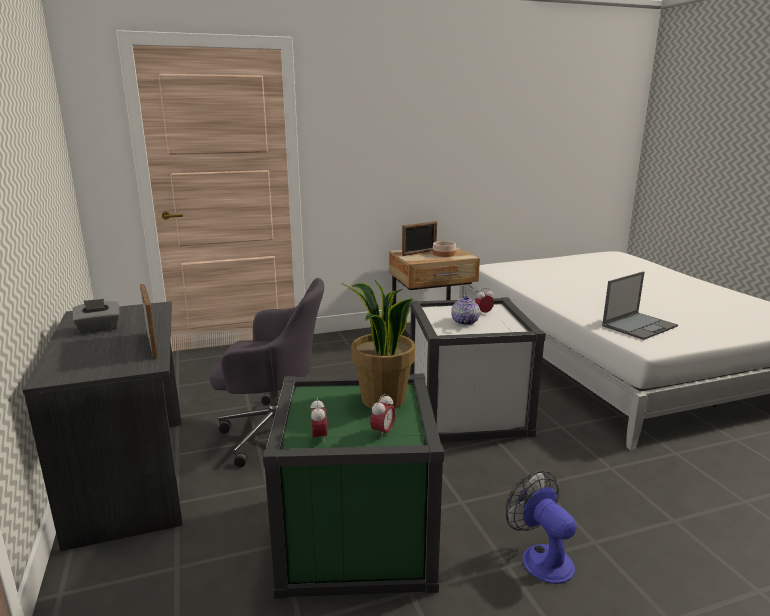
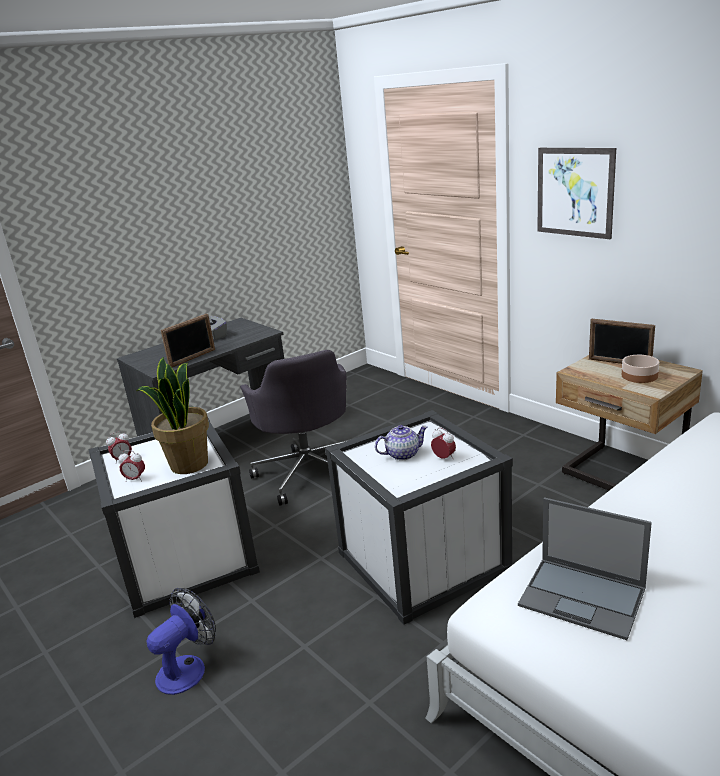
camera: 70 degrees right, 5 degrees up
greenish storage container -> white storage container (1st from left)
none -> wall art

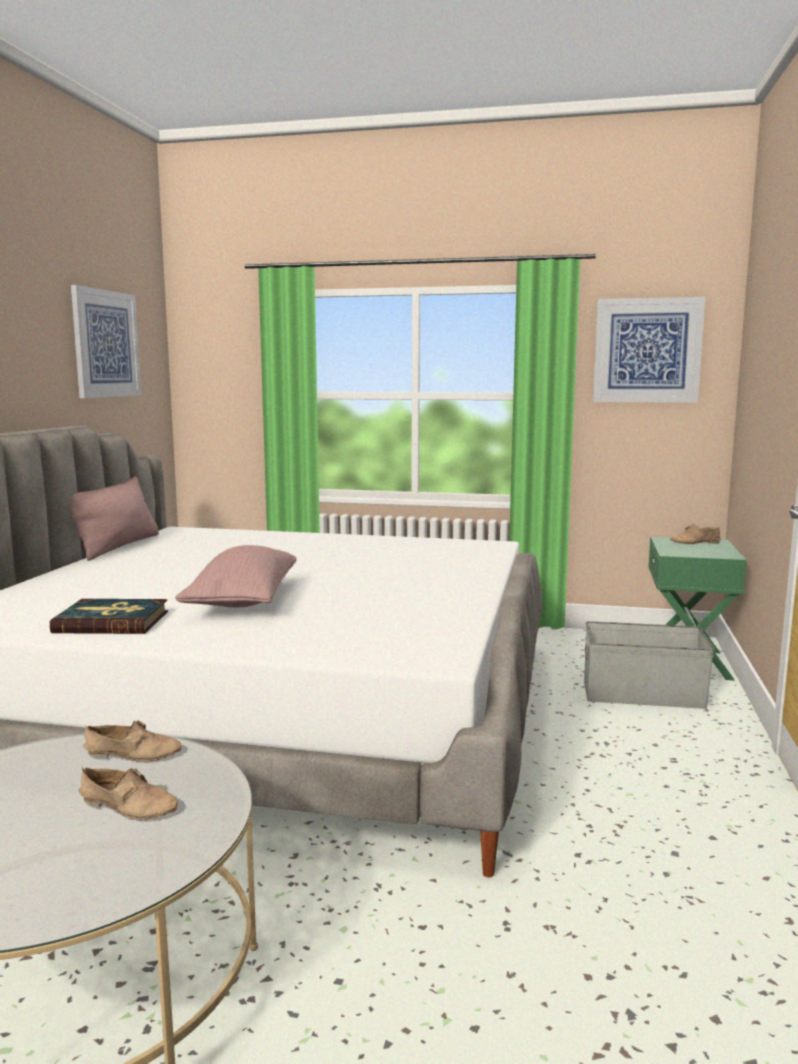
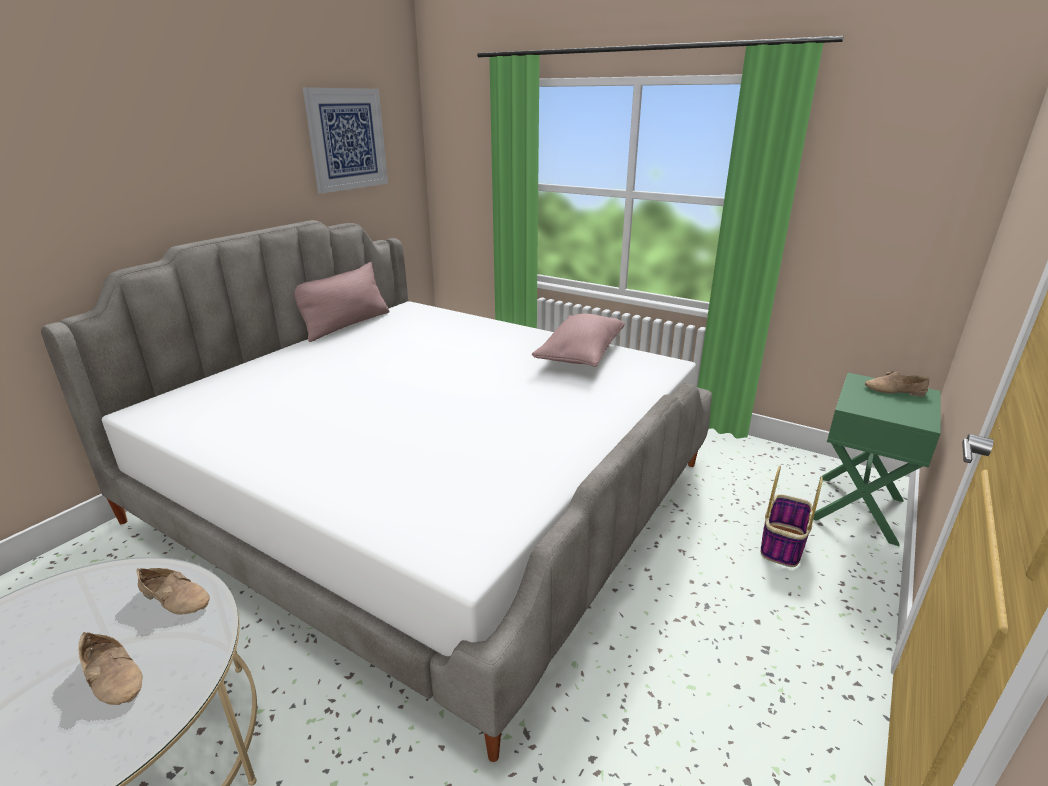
camera: 20 degrees right, 15 degrees up
pink throw pillow (2nd from left), moved
greyish storage container -> basket
book -> none
wall art (2nd from left) -> none

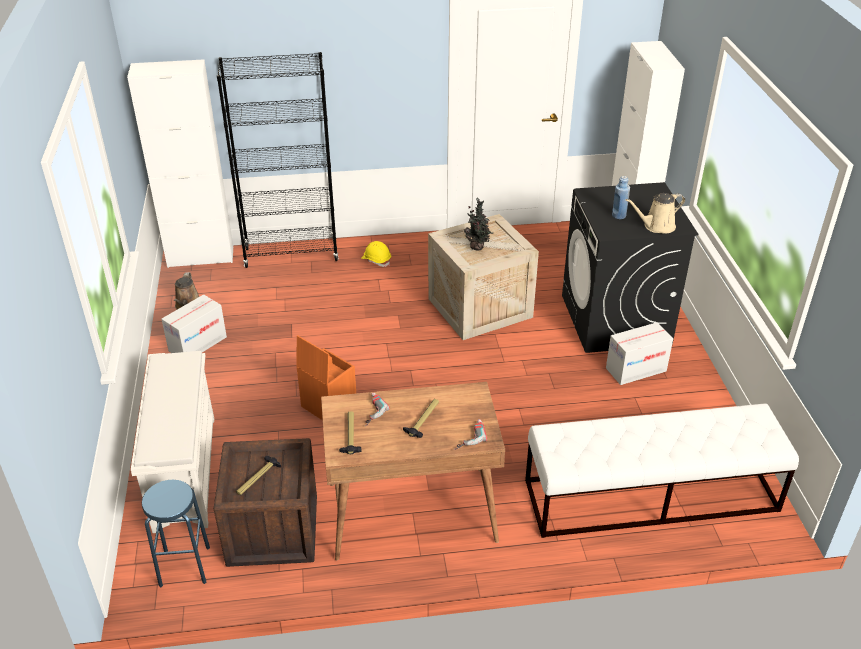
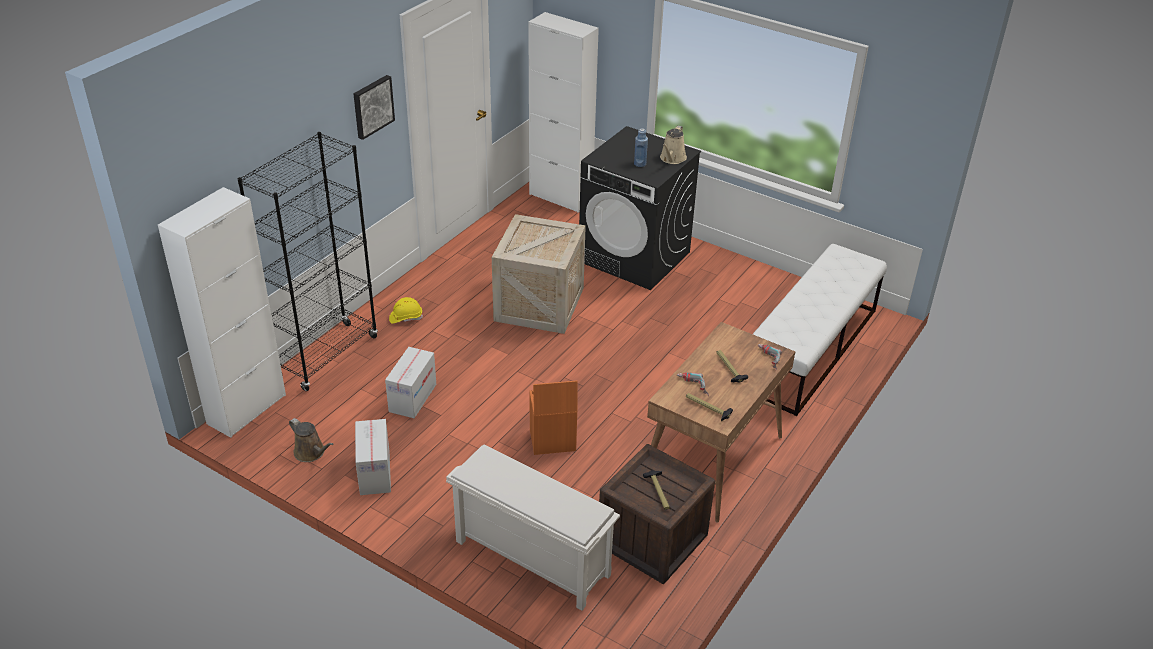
camera: 50 degrees left, 0 degrees up
none -> wall art
packing box (2nd from left), moved
blue-coloured stool -> none
plant in a pot -> none

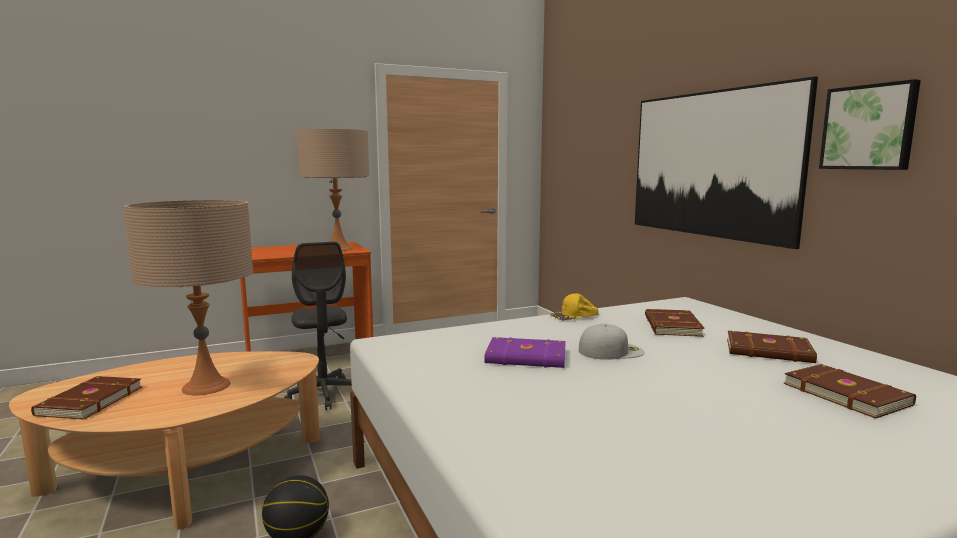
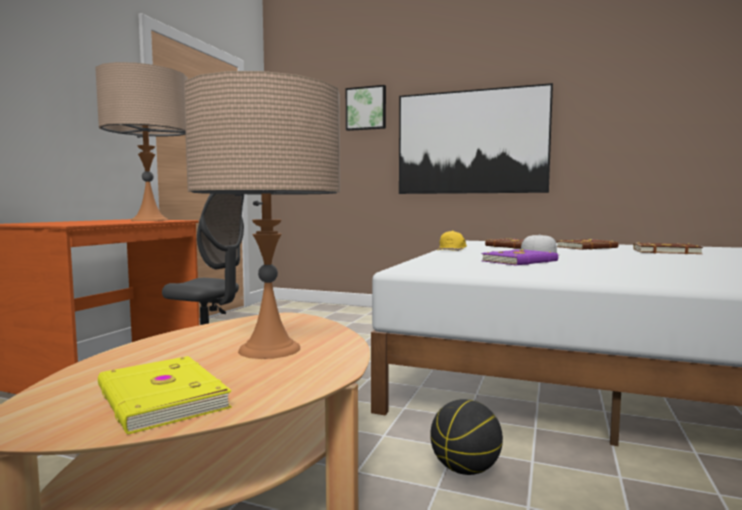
camera: 45 degrees left, 5 degrees down
brownish book (1st from left) -> yellowish book
wall art (2nd from left in the first image) -> wall art (1st from left), moved

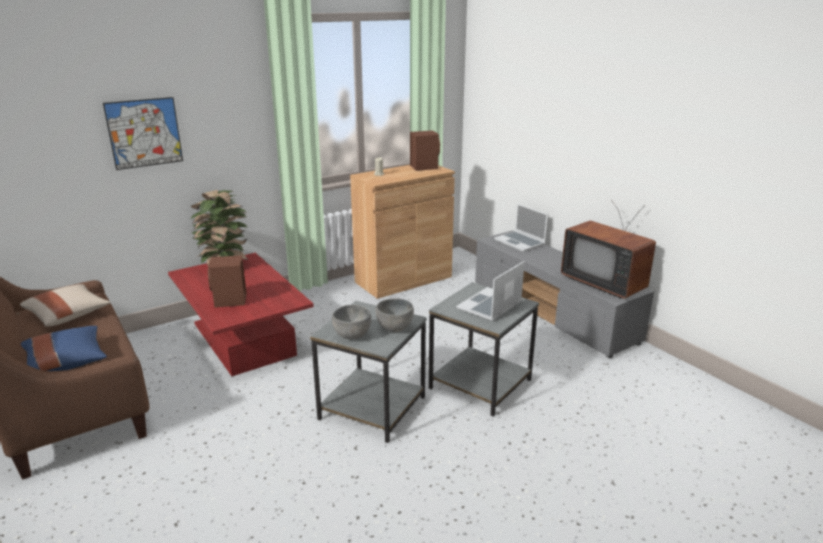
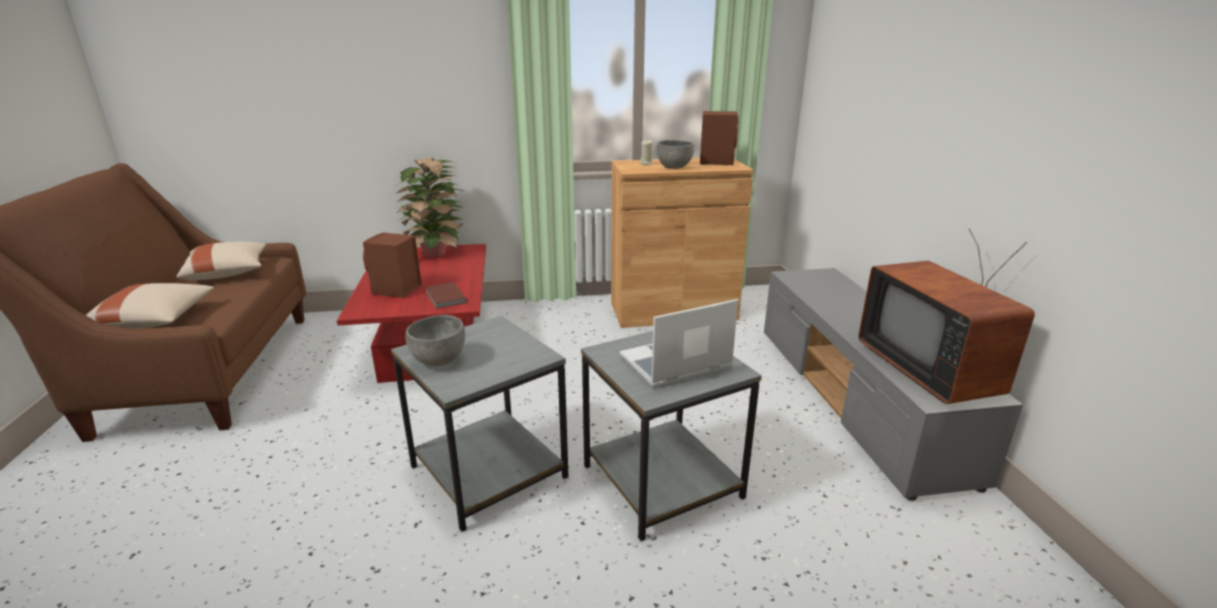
camera: 25 degrees right, 0 degrees up
blue-coloured throw pillow -> beige throw pillow (1st from left)
none -> brownish book
greyish deep dish (2nd from left), moved
wall art -> none
portable computer (2nd from left) -> none

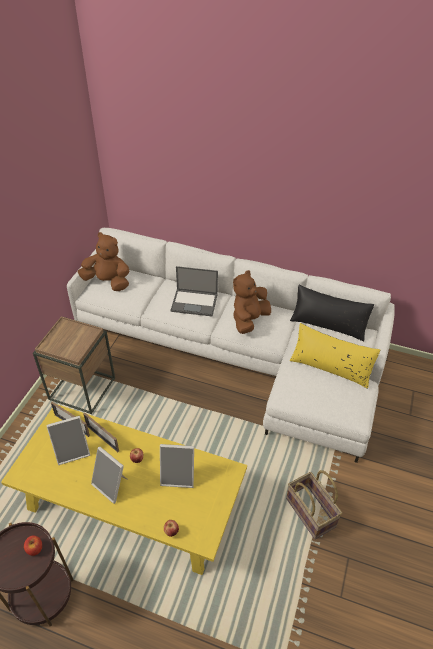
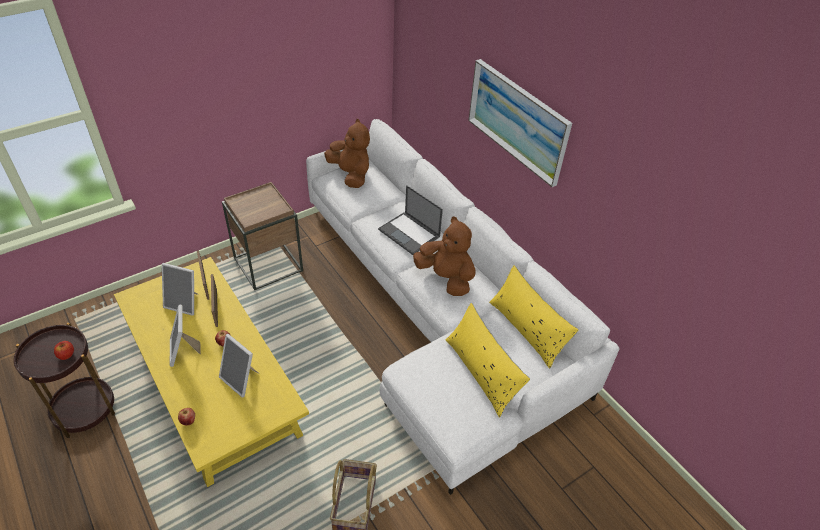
camera: 35 degrees right, 0 degrees up
brownish cuddly toy (2nd from left), 60 degrees clockwise
none -> wall art
black throw pillow -> yellowish throw pillow (2nd from left)

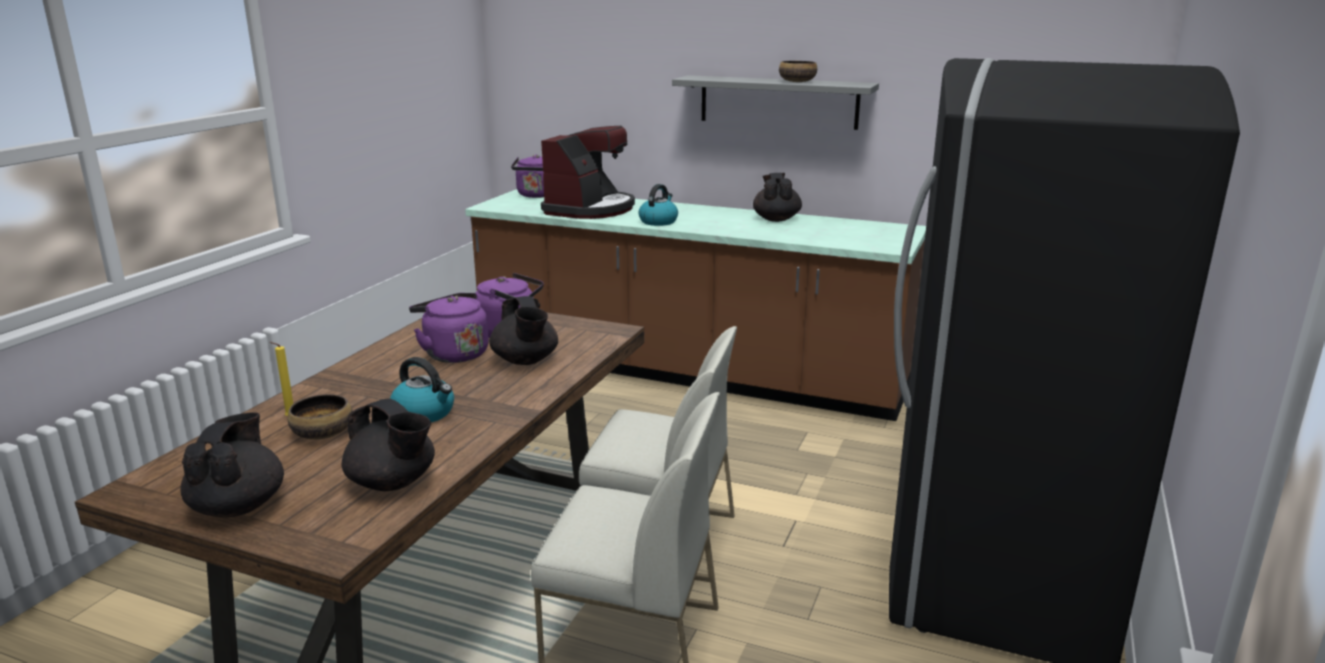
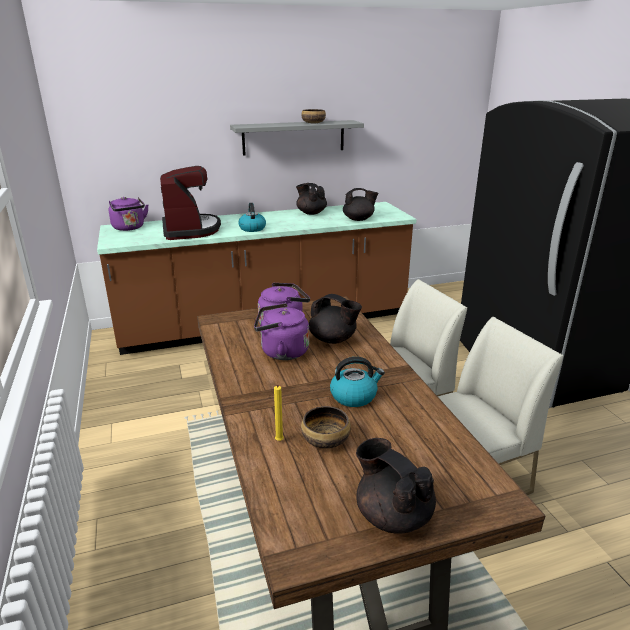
camera: 40 degrees left, 5 degrees up
black pot for tea (2nd from left in the first image) -> black pot for tea (3rd from left), moved

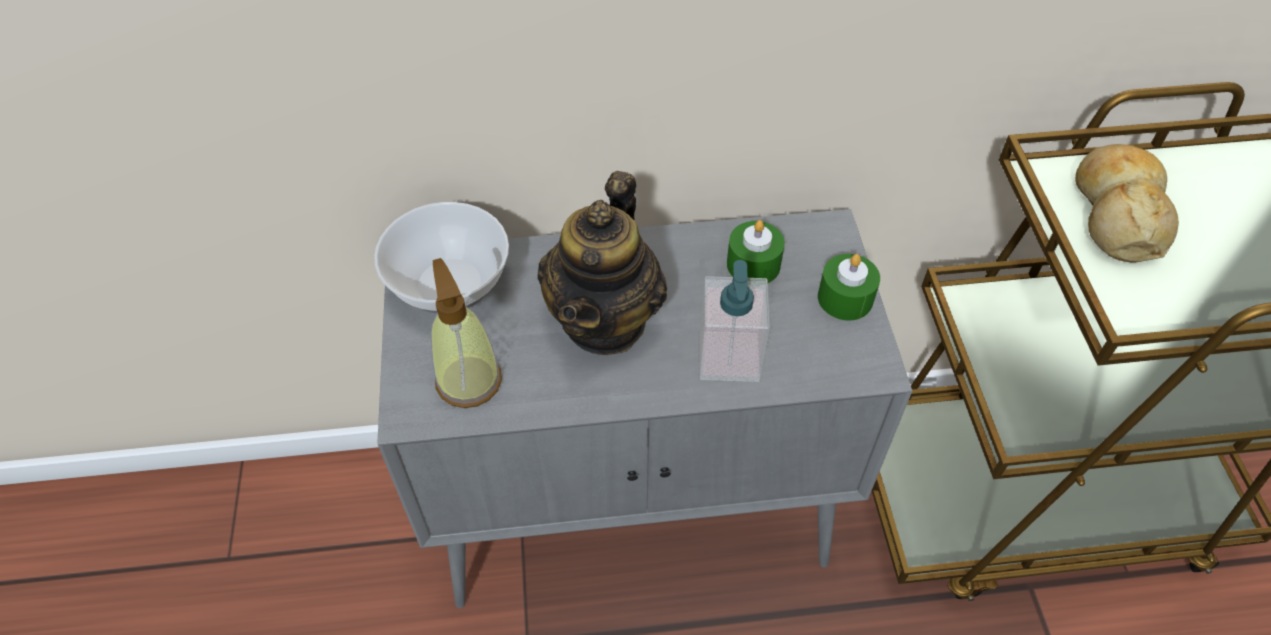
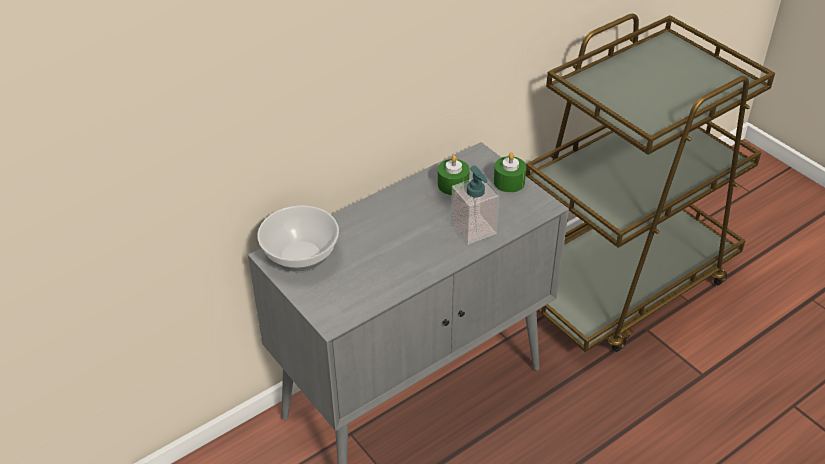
camera: 30 degrees left, 10 degrees down
soap dispenser (1st from left) -> none
pot for tea -> none
bread -> none

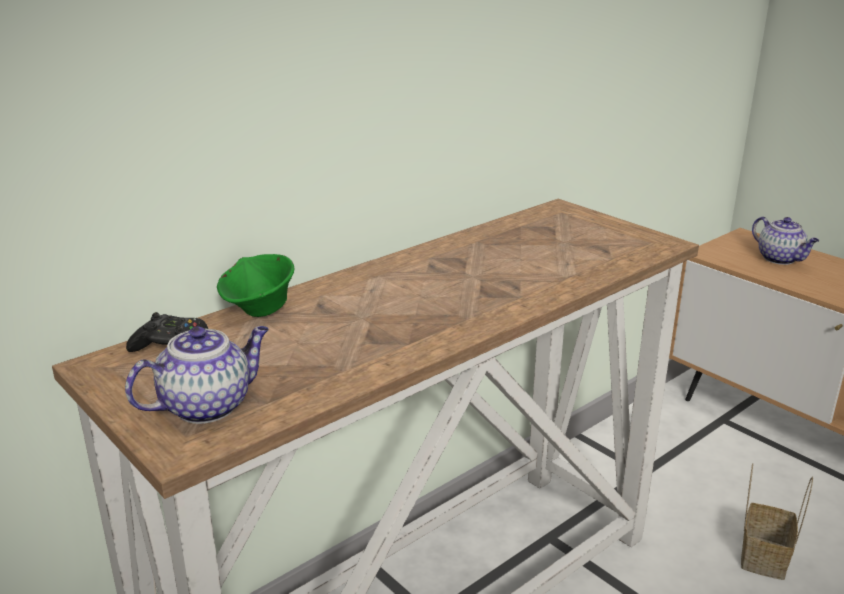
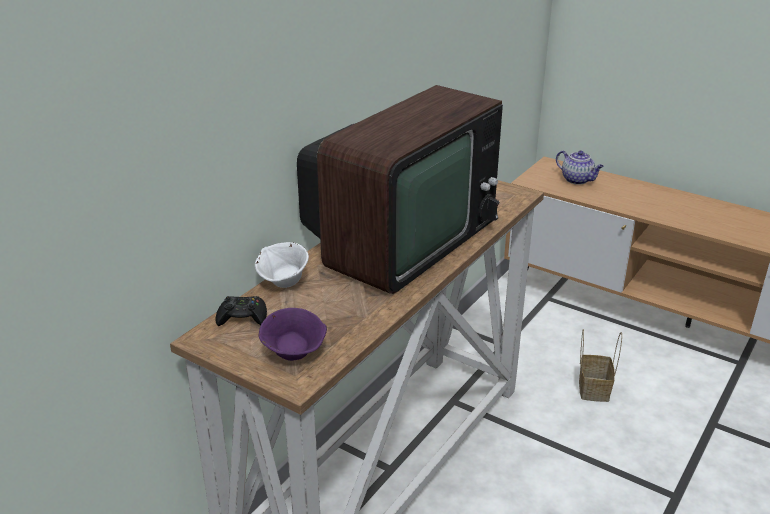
camera: 15 degrees left, 5 degrees up
greenish deep dish -> white deep dish
pot for tea (1st from left) -> purplish deep dish
none -> television

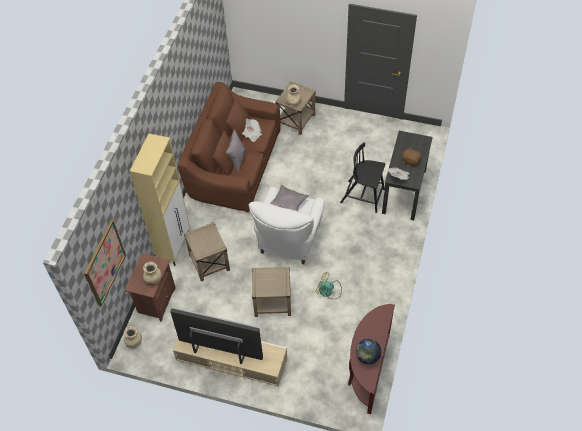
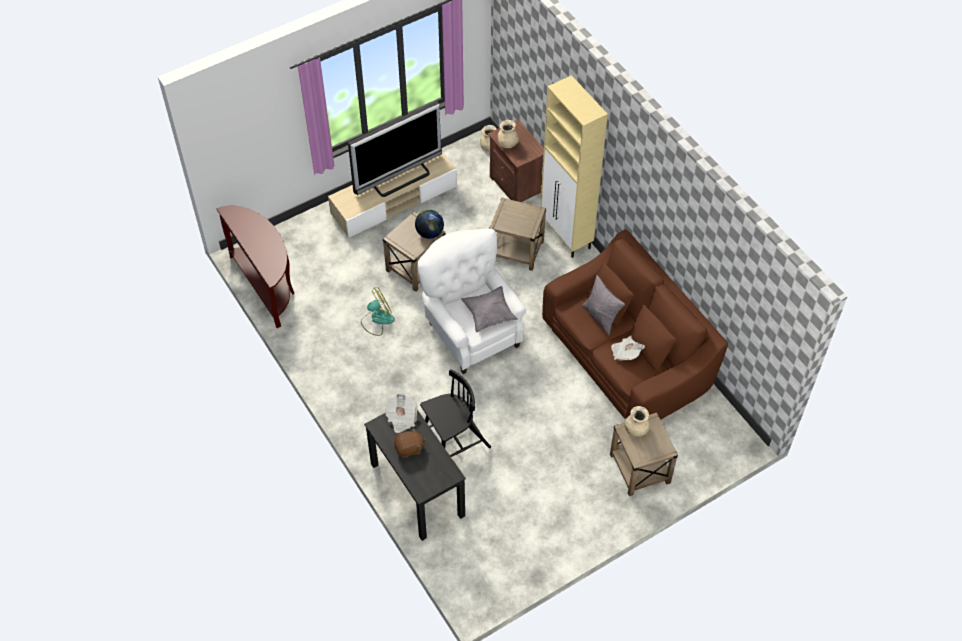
camera: 130 degrees right, 0 degrees up
desk globe, moved
wall art -> none

